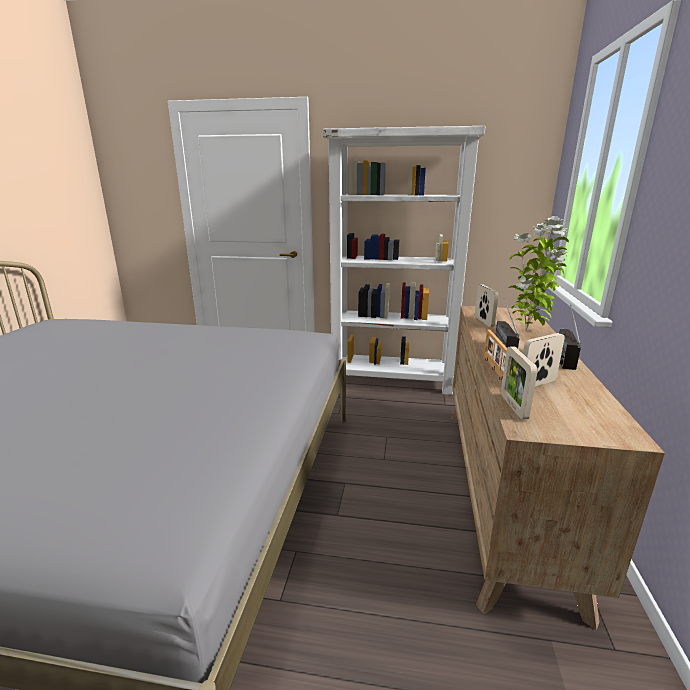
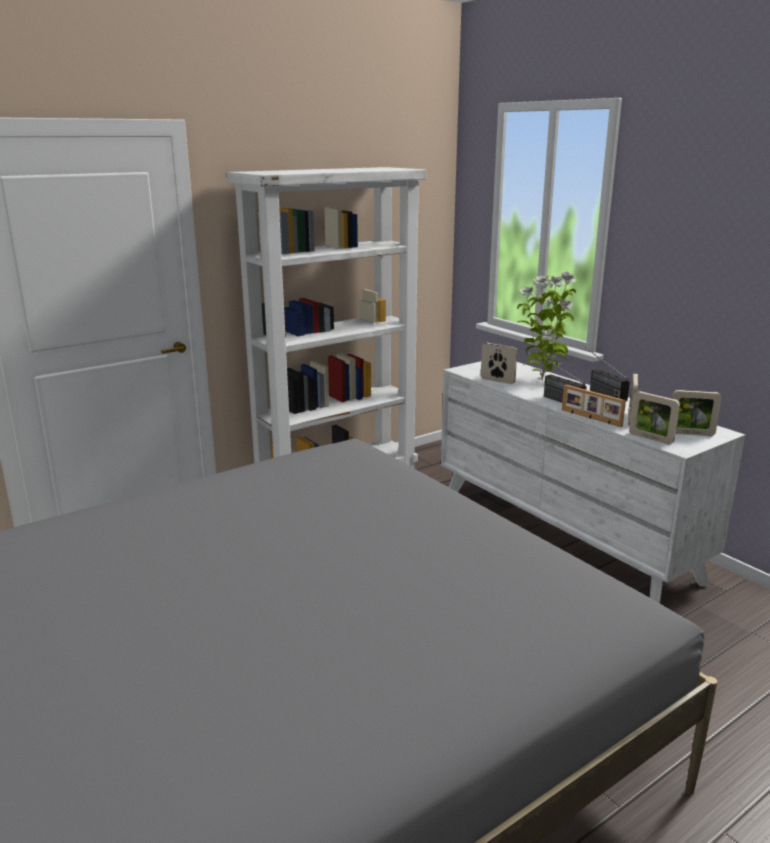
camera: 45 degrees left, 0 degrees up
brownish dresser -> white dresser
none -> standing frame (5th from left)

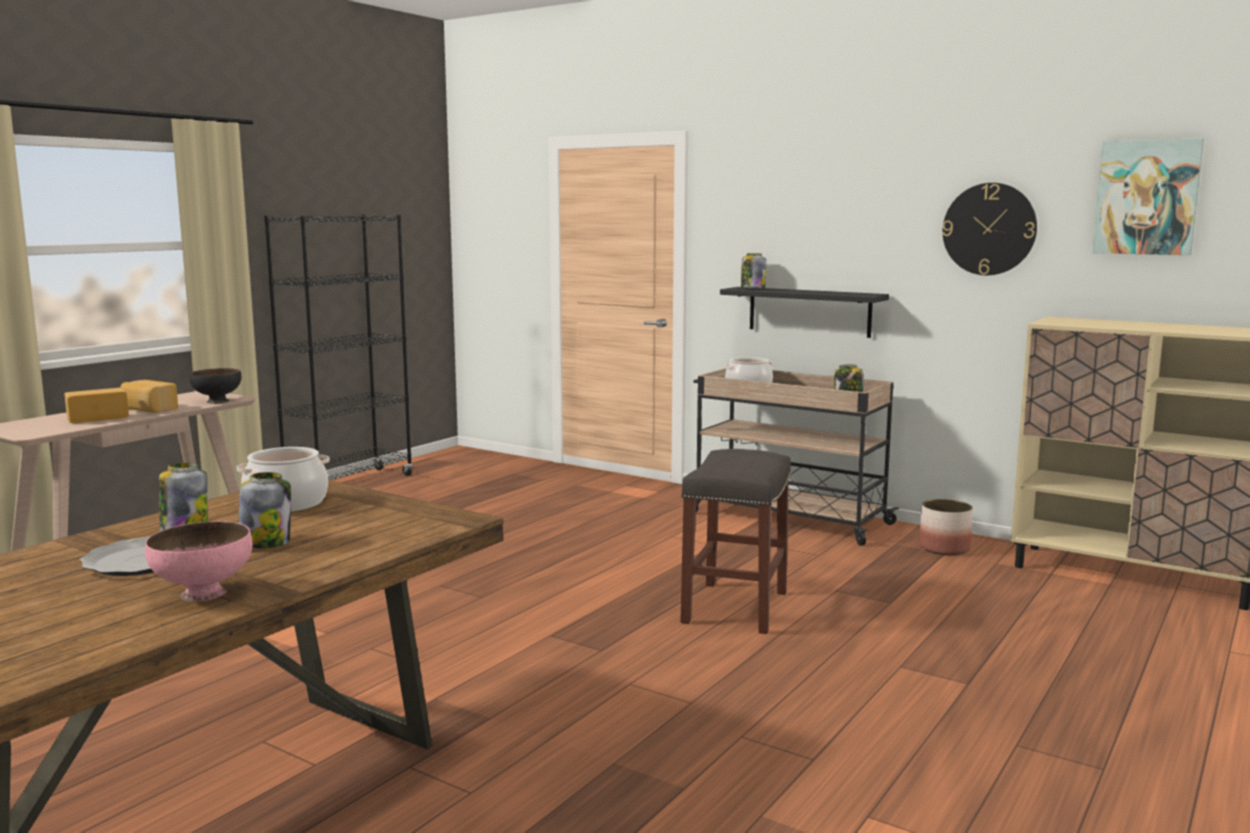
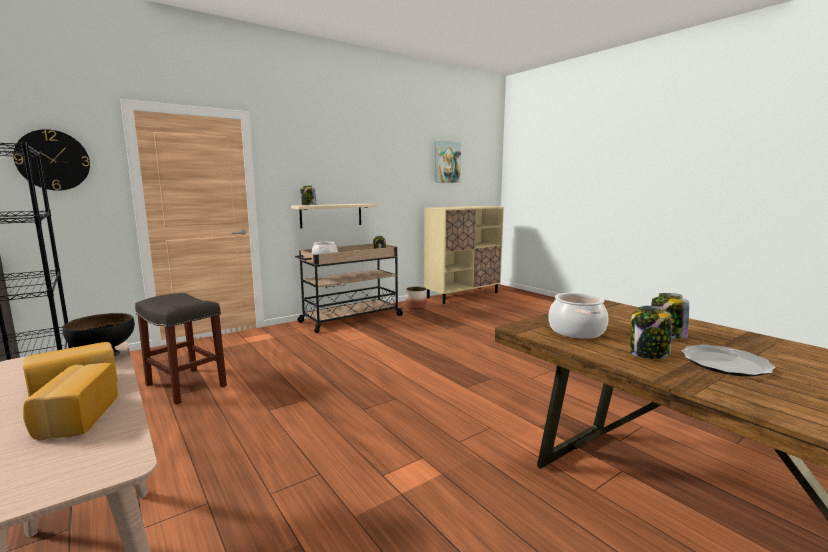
camera: 70 degrees left, 0 degrees up
wall clock, moved
greyish stool, moved
black bracket shelf -> beige bracket shelf
pink deep dish -> none

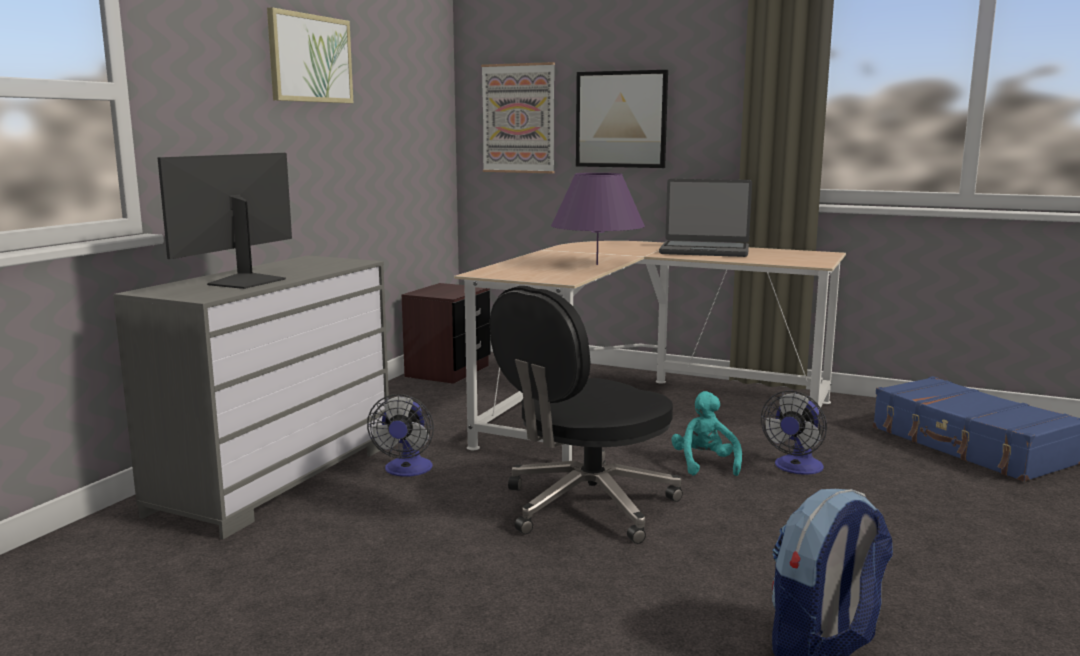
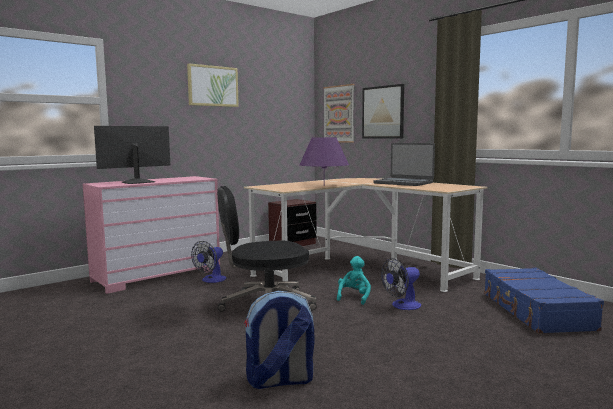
camera: 25 degrees right, 5 degrees down
greyish dresser -> pink dresser

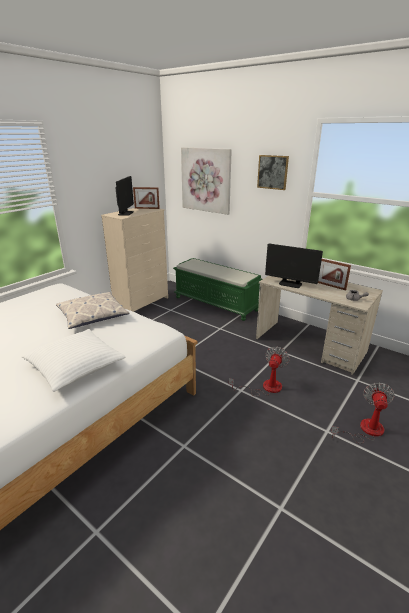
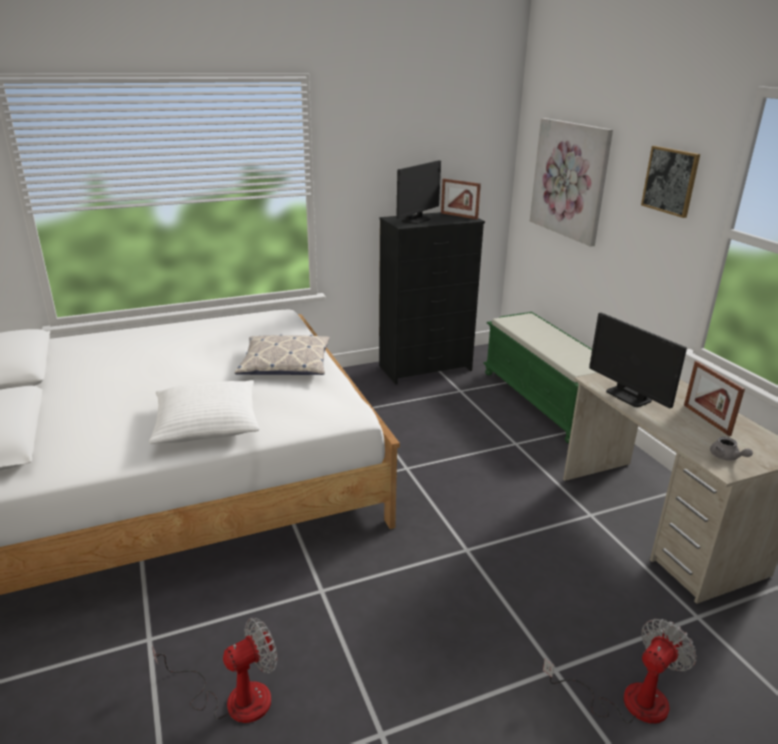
camera: 30 degrees right, 0 degrees up
fan (1st from left), moved
beige dresser -> black dresser

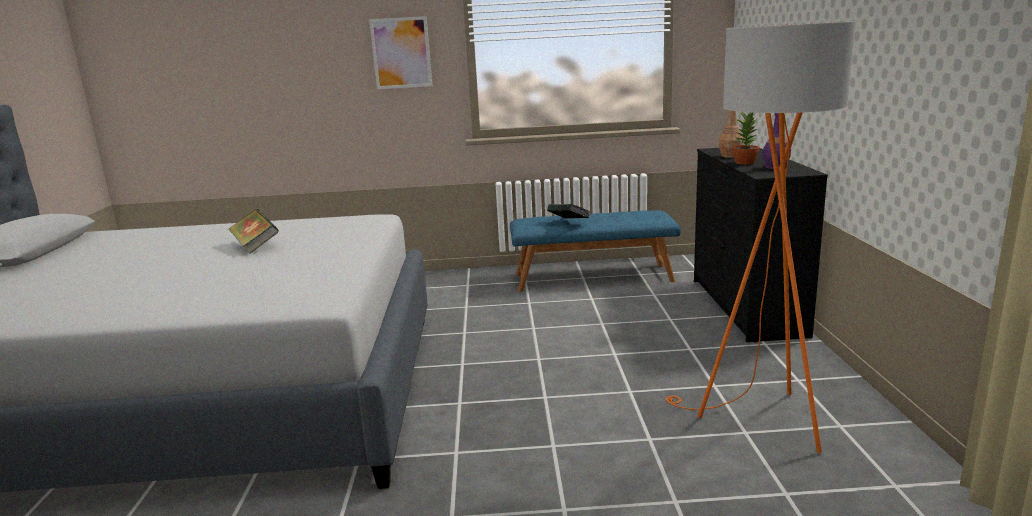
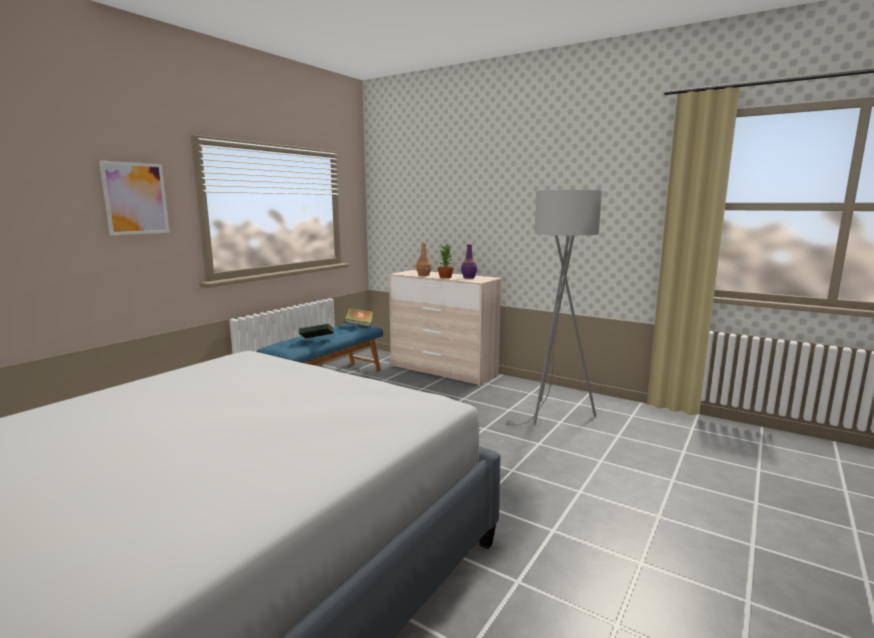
camera: 55 degrees left, 5 degrees down
book (1st from left in the first image) -> book (2nd from left), moved
black dresser -> beige dresser
orangey standard lamp -> greyish standard lamp

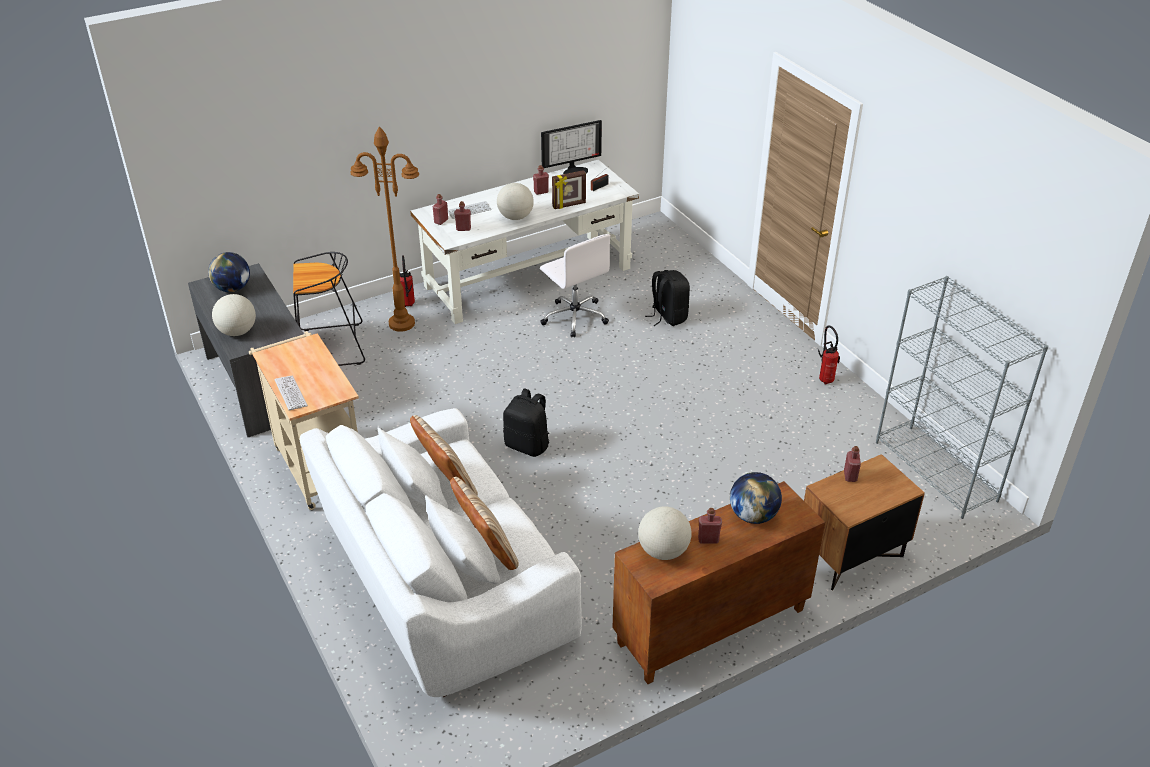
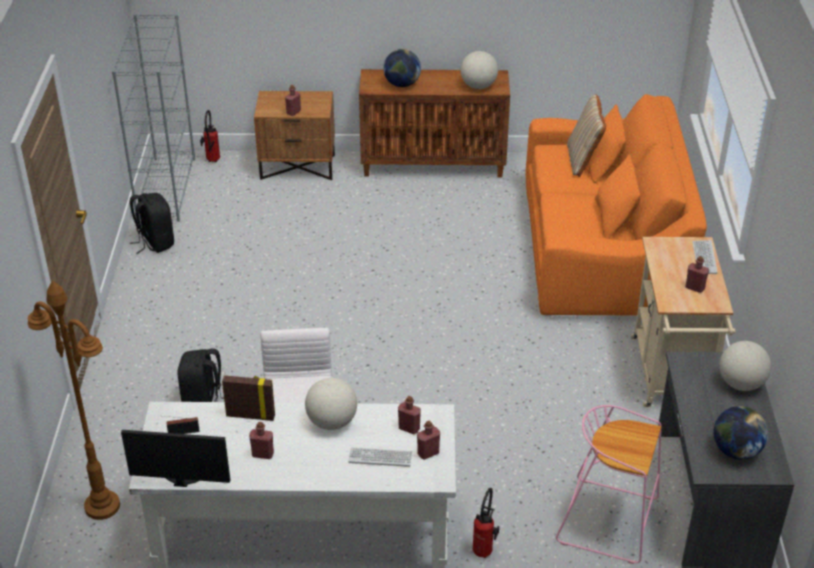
camera: 150 degrees left, 0 degrees up
brownish standard lamp, moved
black rucksack (1st from left), moved
extinguisher (2nd from left in the first image) -> extinguisher (1st from left), moved
white sofa -> orangey sofa
black stool -> pink stool
red beverage bottle (4th from left in the first image) -> red beverage bottle (5th from left), moved
beige throw pillow (1st from left) -> none

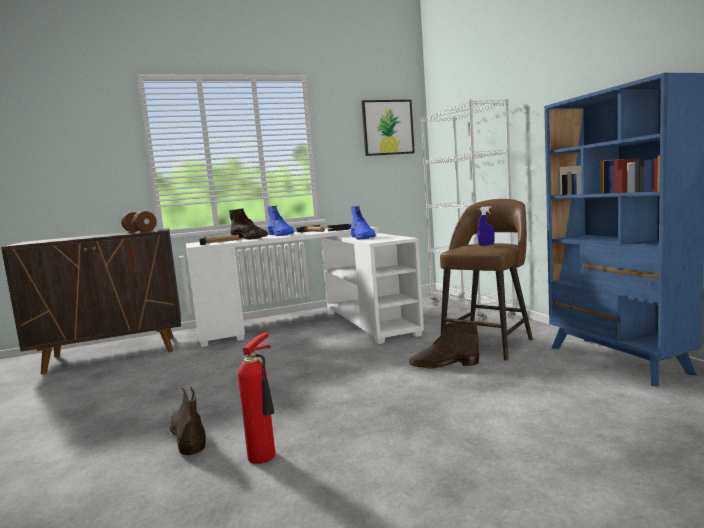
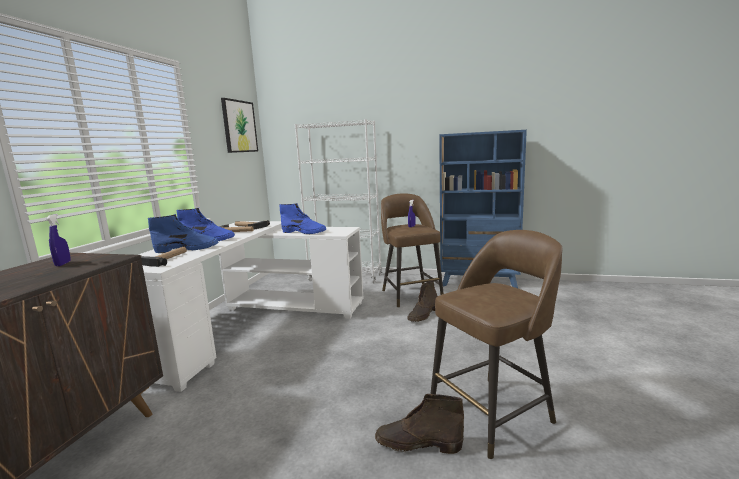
camera: 55 degrees left, 5 degrees up
brownish free weight -> blue-coloured spray bottle (1st from left)
brownish boot (2nd from left) -> blue-coloured boot (1st from left)
extinguisher -> brownish stool (2nd from left)

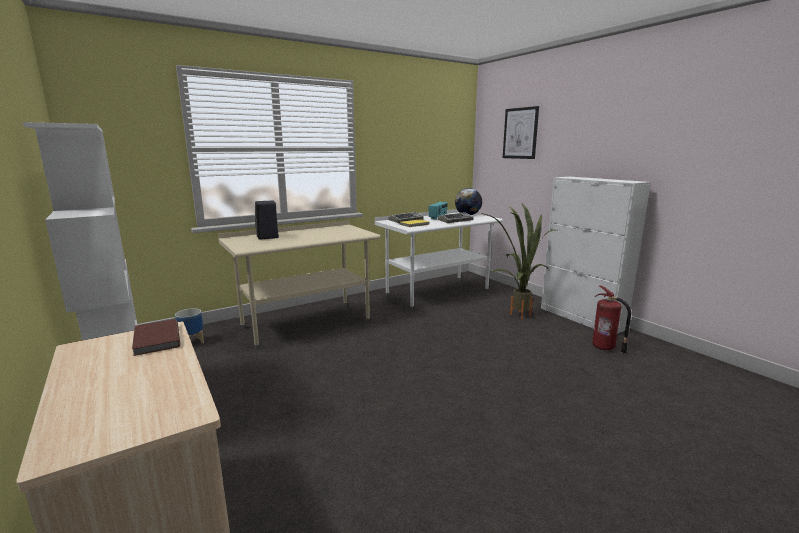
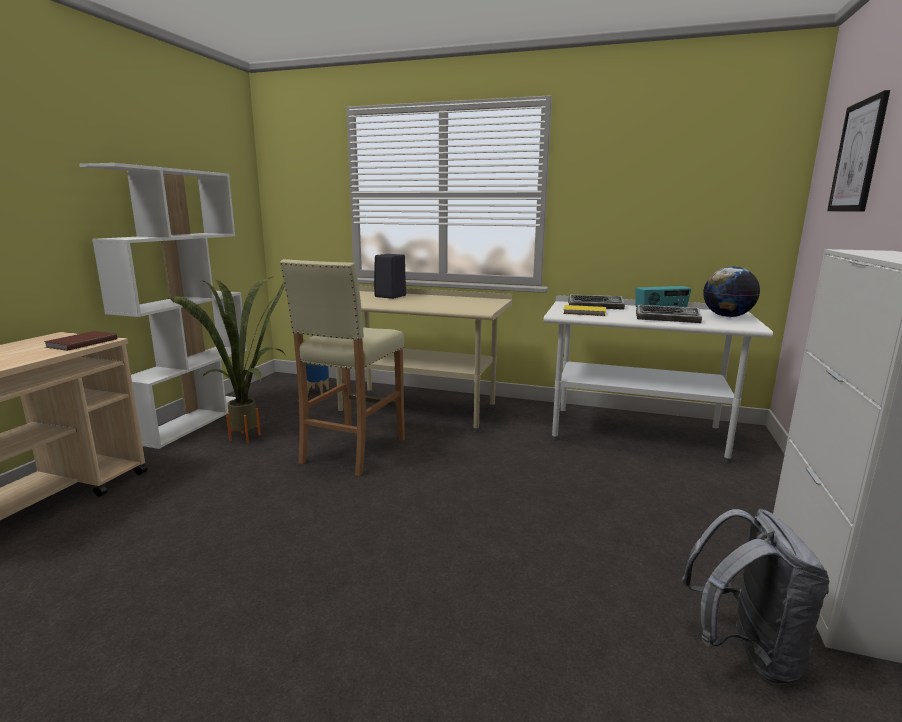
camera: 50 degrees right, 0 degrees up
plant in a pot, moved
none -> beige stool
extinguisher -> greyish rucksack

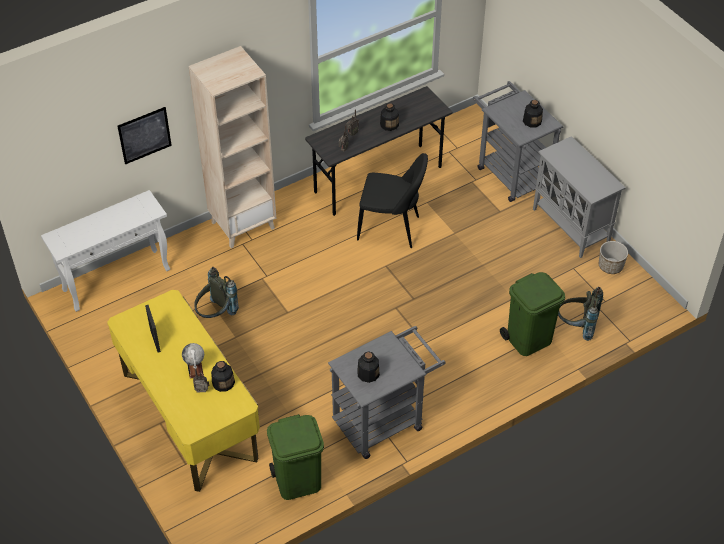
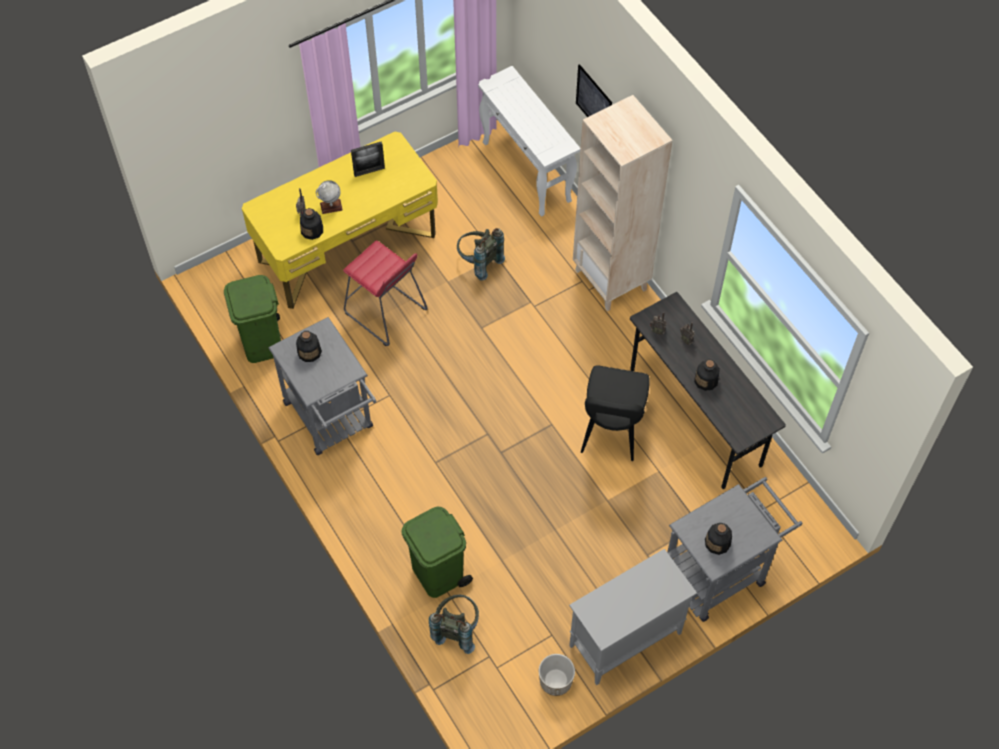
camera: 90 degrees right, 10 degrees up
none -> red stool

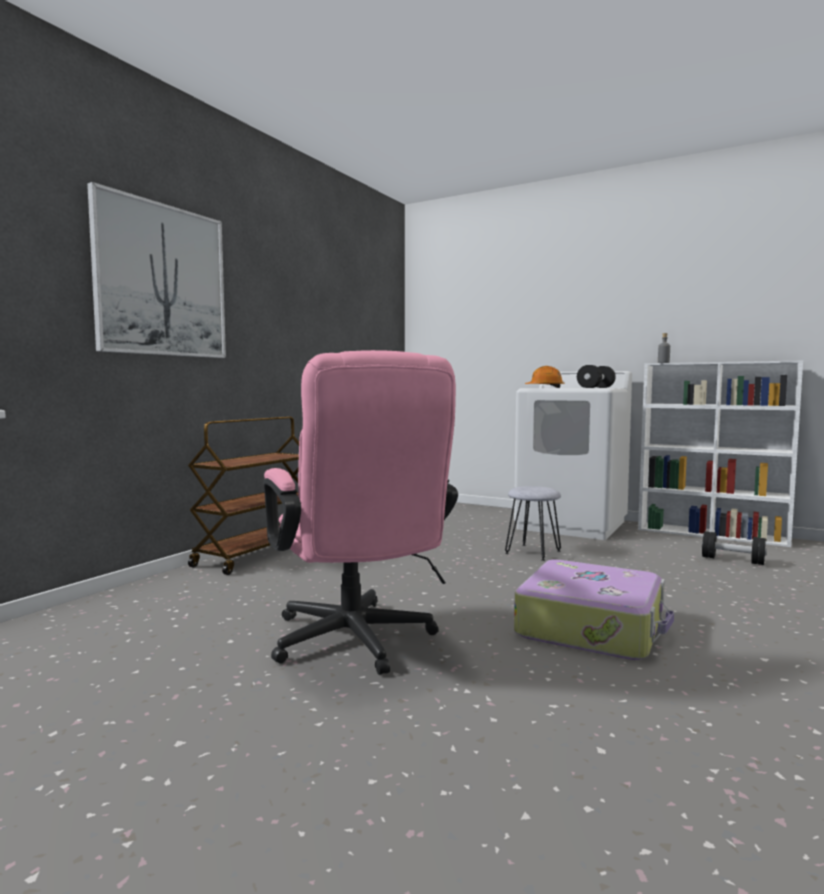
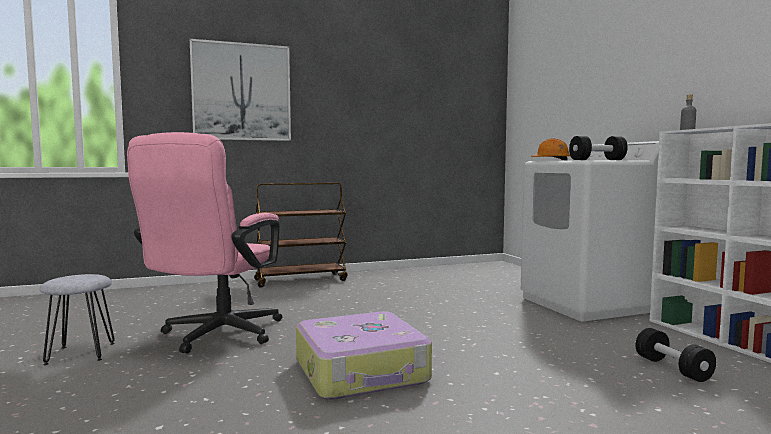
camera: 40 degrees right, 0 degrees up
greyish stool, moved

